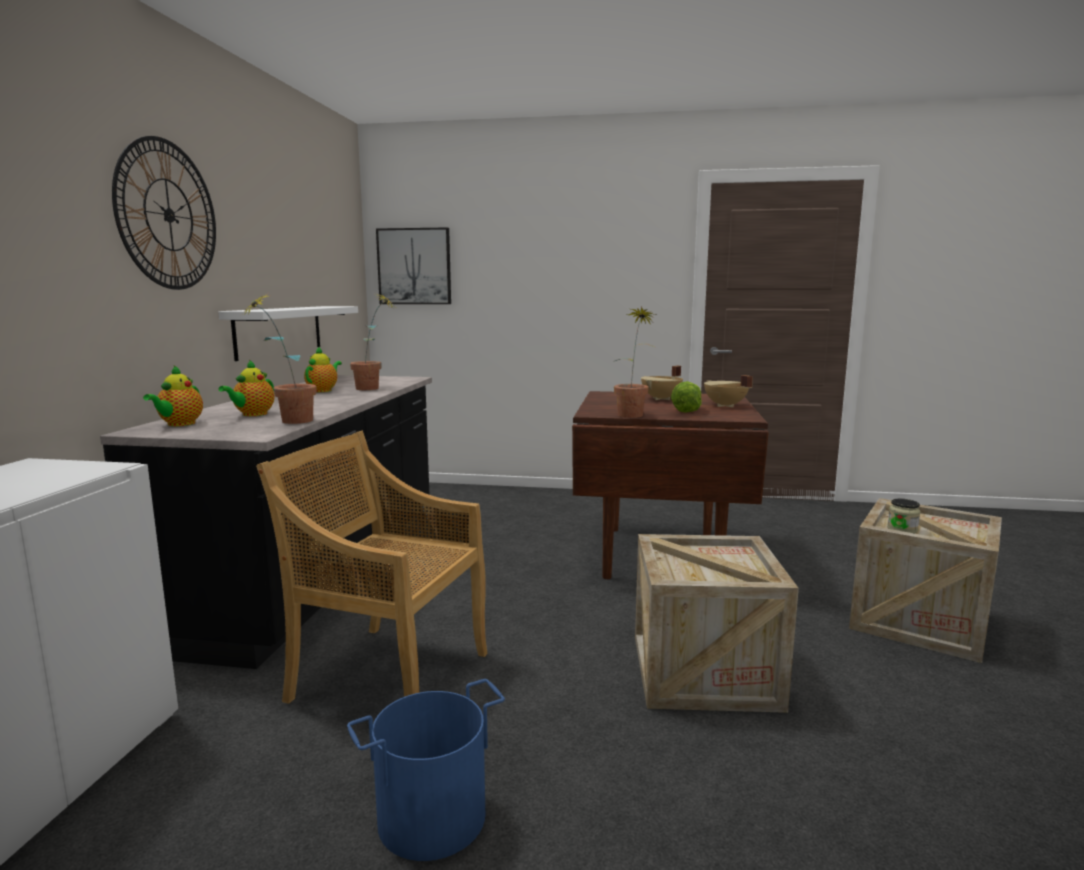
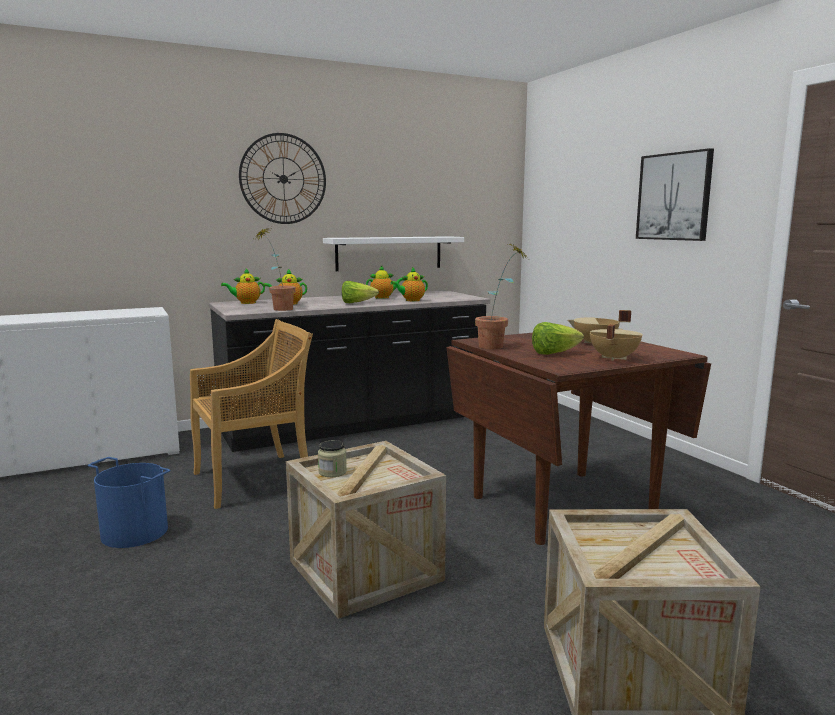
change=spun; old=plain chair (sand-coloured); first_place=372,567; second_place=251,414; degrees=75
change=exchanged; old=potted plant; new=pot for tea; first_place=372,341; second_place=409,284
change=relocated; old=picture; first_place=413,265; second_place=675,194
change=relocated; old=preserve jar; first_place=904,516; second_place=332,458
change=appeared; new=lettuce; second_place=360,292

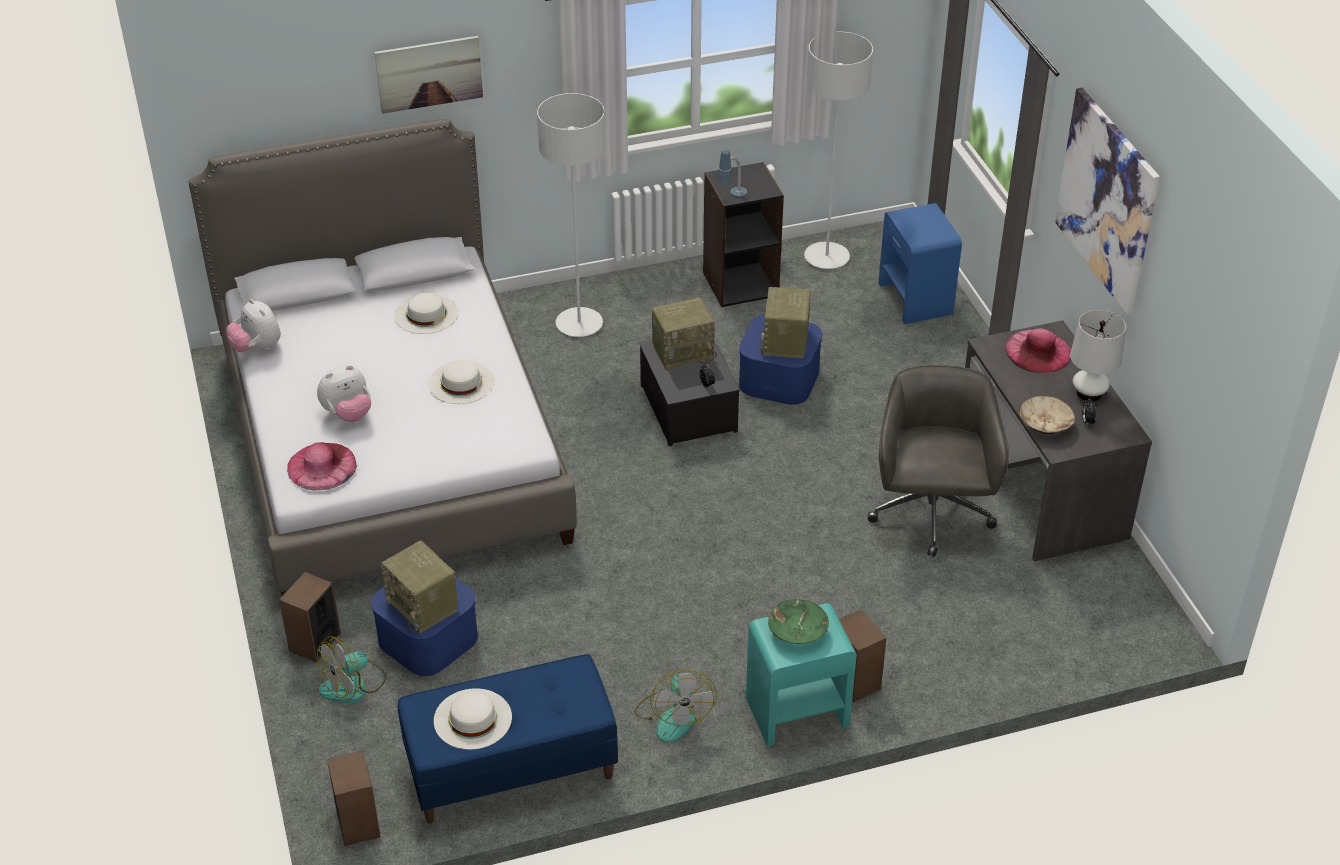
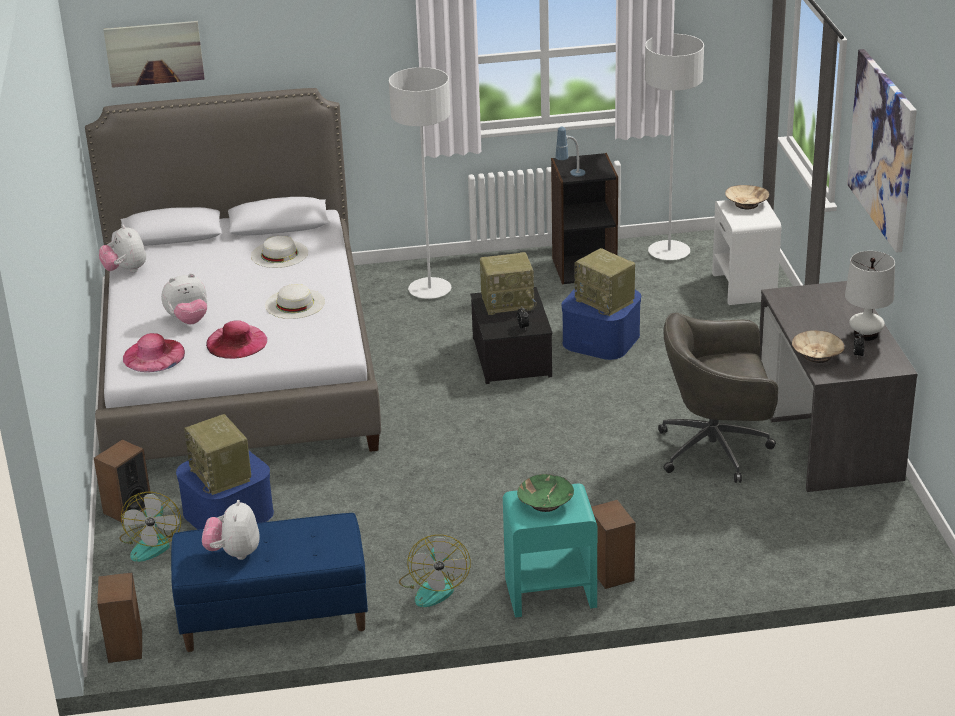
change=spun; old=cooling fan; first_place=351,669; second_place=150,527; degrees=-60
change=relocated; old=picture; first_place=428,75; second_place=154,54
change=exchanged; old=wearable hat (white); new=plush toy; first_place=473,719; second_place=231,530
change=spun; old=radio receiver; first_place=785,322; second_place=605,282; degrees=-60
change=spun; old=computer chair (grey); first_place=938,461; second_place=718,398; degrees=-105
change=colour; old=bedside table (blue); new=bedside table (white); first_place=920,263; second_place=746,252
change=relocated; old=wearable hat (pinkish); first_place=1038,350; second_place=236,339
change=appeared; new=serving bowl (sand-coloured); second_place=747,197

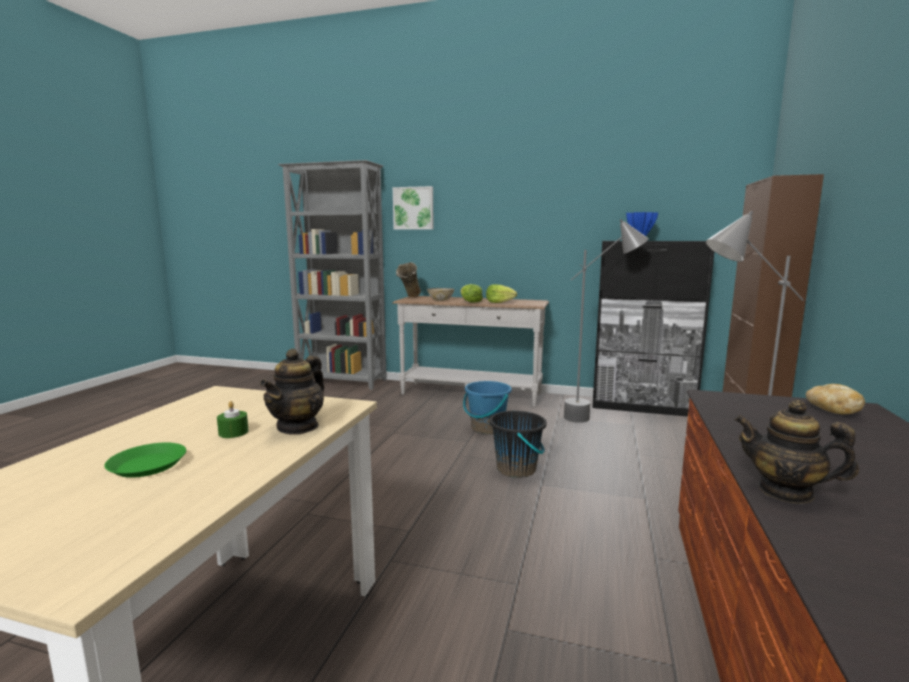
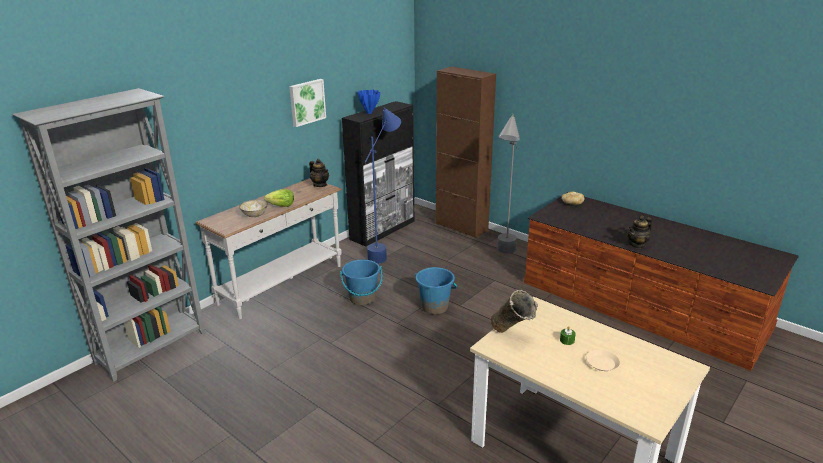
change=colour; old=dinner plate (green); new=dinner plate (sand-coloured); first_place=145,460; second_place=603,360
change=relocated; old=pot for tea; first_place=292,391; second_place=319,173
change=relocated; old=picture; first_place=413,208; second_place=307,103
change=relocated; old=decorative vase (sand-coloured); first_place=408,279; second_place=514,311
change=missing; old=lettuce; first_place=501,293
change=colour; old=water bucket (black); new=water bucket (blue); first_place=518,444; second_place=436,290
change=colour; old=standing lamp (grey); new=standing lamp (blue); first_place=606,321; second_place=383,186

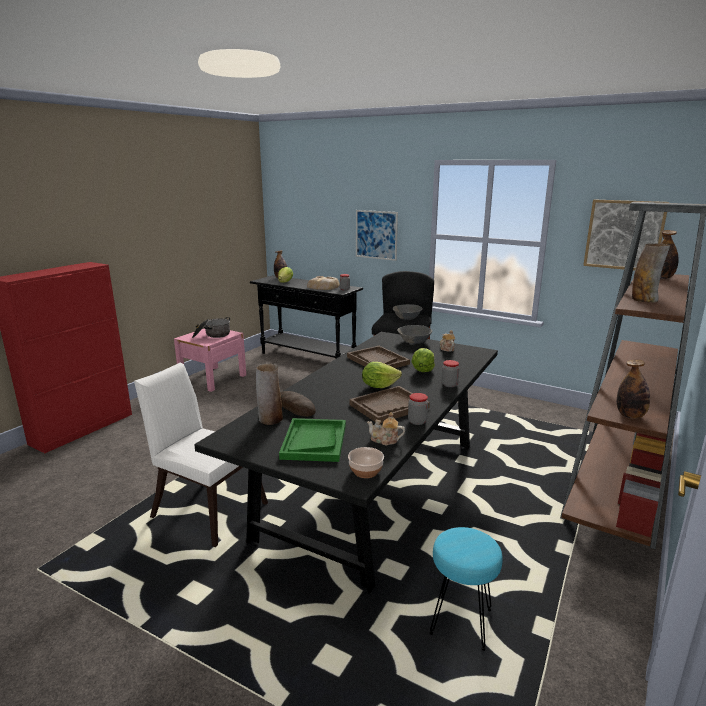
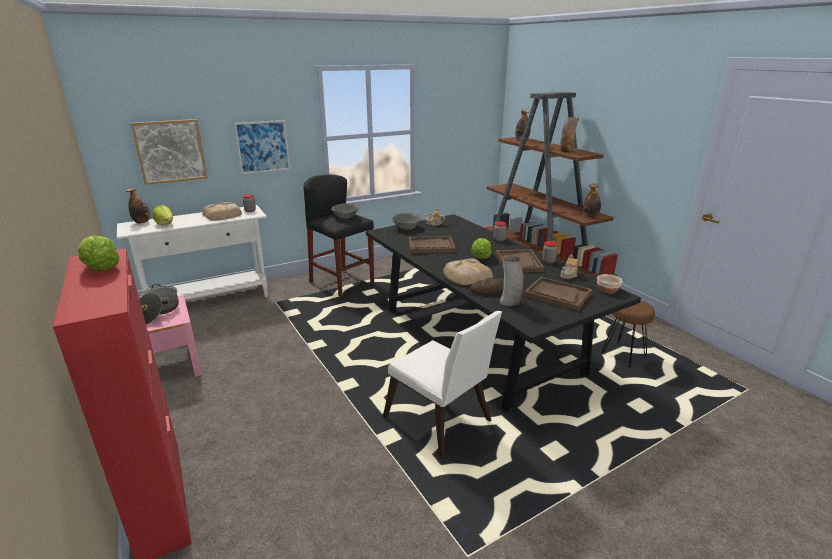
change=spun; old=plain chair (white); first_place=201,455; second_place=442,385; degrees=-105
change=colour; old=hall table (black); new=hall table (white); first_place=306,317; second_place=192,252
change=colour; old=carrying tray (green); new=carrying tray (brown-coloured); first_place=312,440; second_place=558,294
change=relocated; old=lettuce; first_place=423,360; second_place=99,253
change=colour; old=stool (blue-green); new=stool (brown-coloured); first_place=466,589; second_place=628,334
change=relocated; old=picture; first_place=626,235; second_place=169,152
change=appeared; new=bakery bread; second_place=468,271

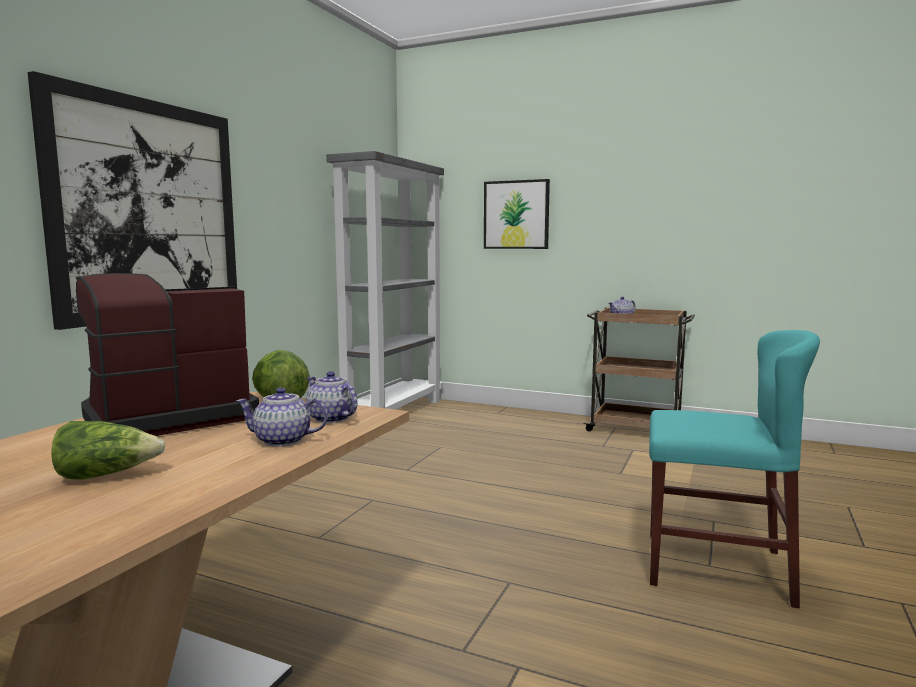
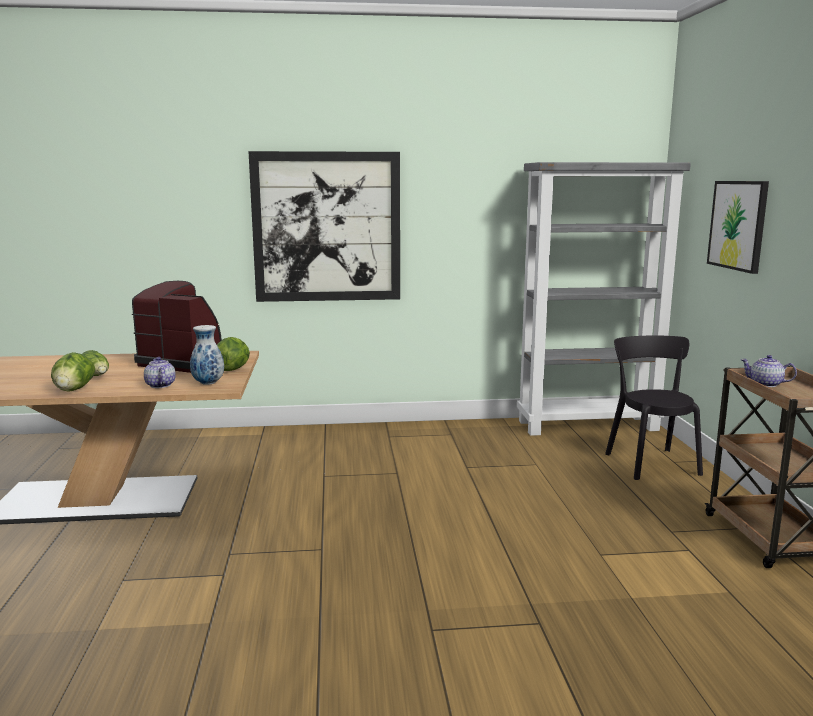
change=exchanged; old=pot for tea; new=decorative vase; first_place=332,397; second_place=207,355
change=missing; old=plain chair (blue-green); first_place=734,469
change=appeared; new=lettuce; second_place=73,372
change=appeared; new=plain chair (black); second_place=654,408

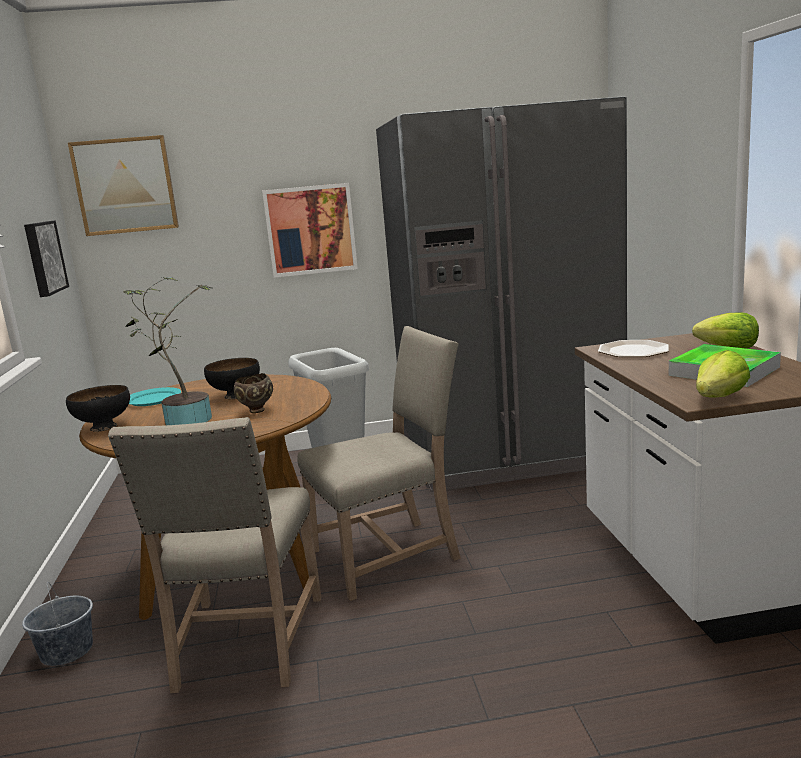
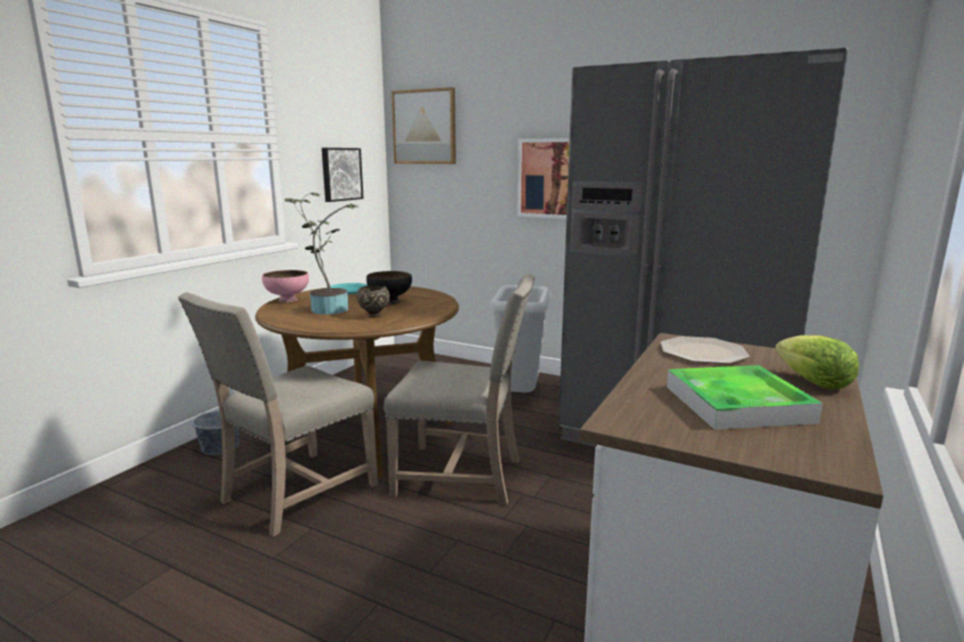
change=colour; old=serving bowl (black); new=serving bowl (pinkish); first_place=98,408; second_place=285,286
change=missing; old=lettuce; first_place=723,374

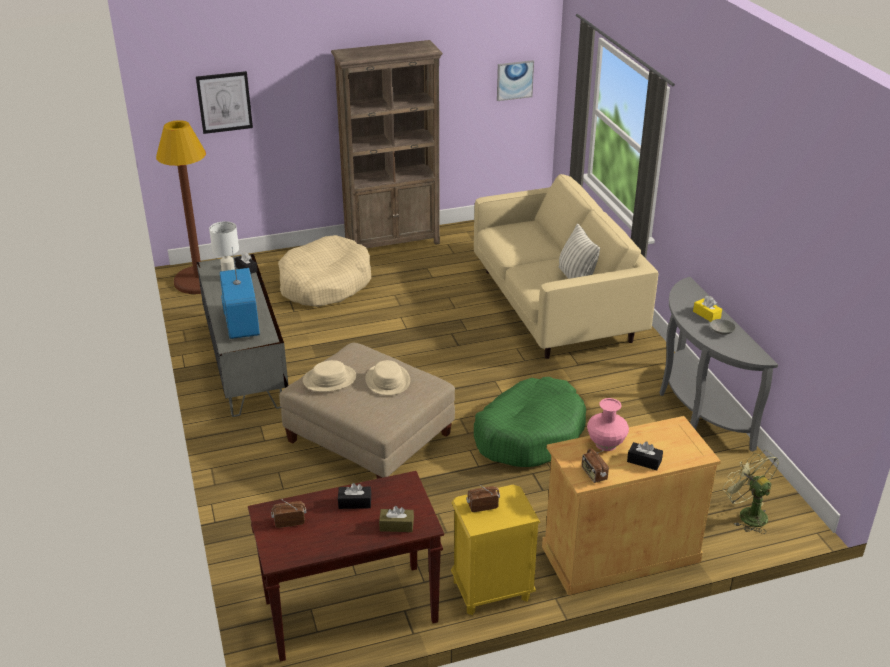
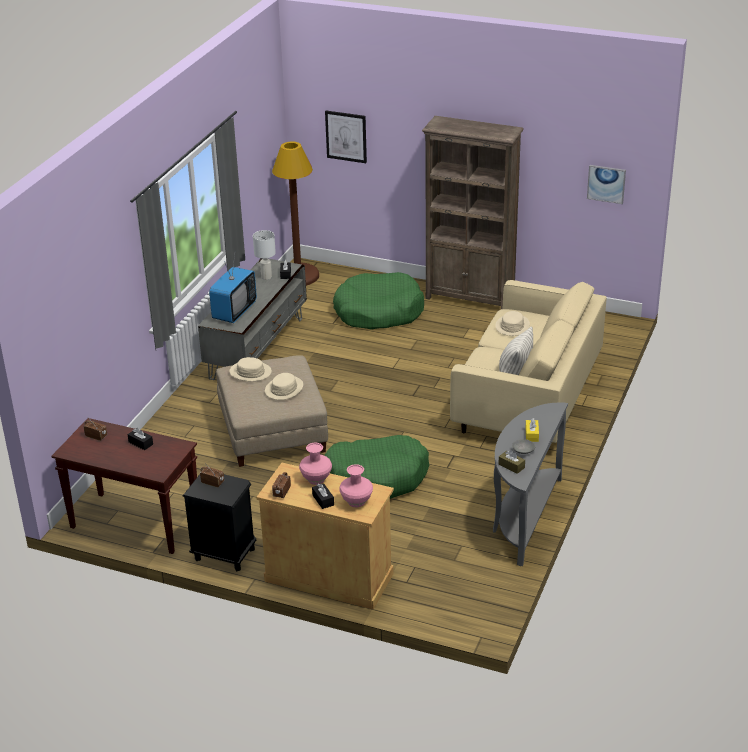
change=colour; old=dog bed (sand-coloured); new=dog bed (green); first_place=324,271; second_place=378,301
change=relocated; old=tissue holder (brown-coloured); first_place=396,519; second_place=512,462
change=colour; old=bedside table (yellow-coloured); new=bedside table (black); first_place=496,550; second_place=219,523
change=missing; old=cooling fan (green); first_place=751,492
change=appeared; new=decorative vase (pinkish); second_place=356,485
change=appeared; new=wearable hat (sand-coloured); second_place=512,323

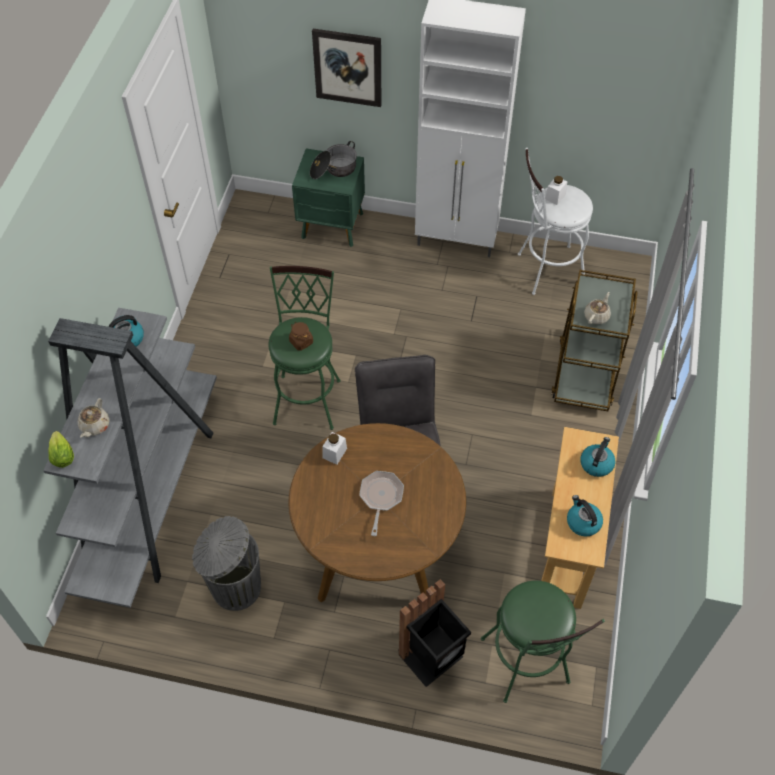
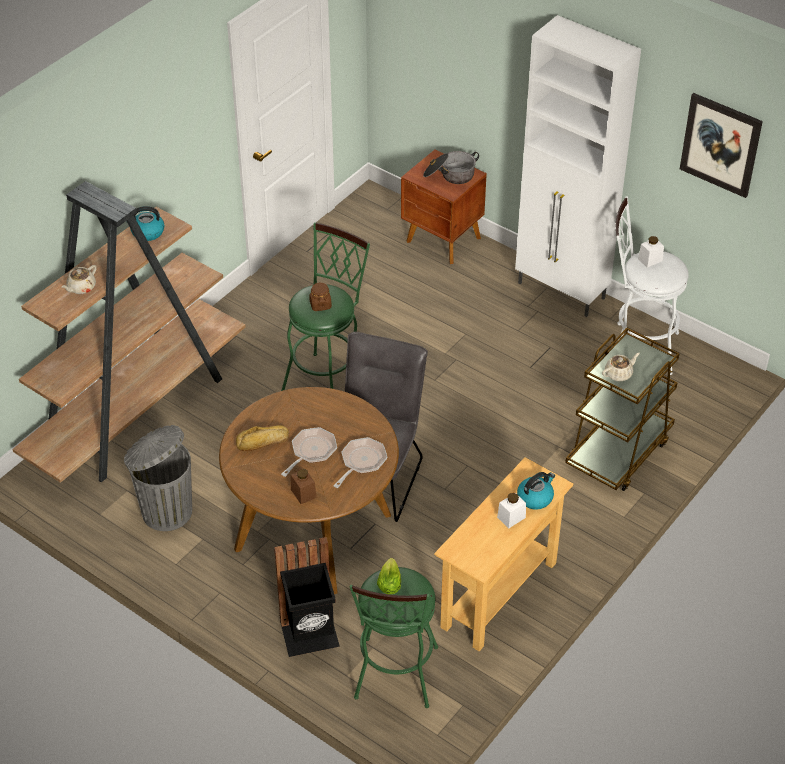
change=colour; old=bookcase (grey); new=bookcase (brown-coloured); first_place=130,458; second_place=129,332
change=relocated; old=lettuce; first_place=61,449; second_place=389,576
change=colour; old=bedside table (green); new=bedside table (brown-coloured); first_place=328,197; second_place=444,207
change=relocated; old=picture; first_place=346,68; second_place=721,145
change=relocated; old=preserve jar (white); first_place=334,448; second_place=511,510
change=missing; old=tea kettle; first_place=585,515
change=appeared; new=bakery bread; second_place=262,438
change=appeared; new=preserve jar (brown-coloured); second_place=304,486
change=appeared; new=frying pan; second_place=360,462

